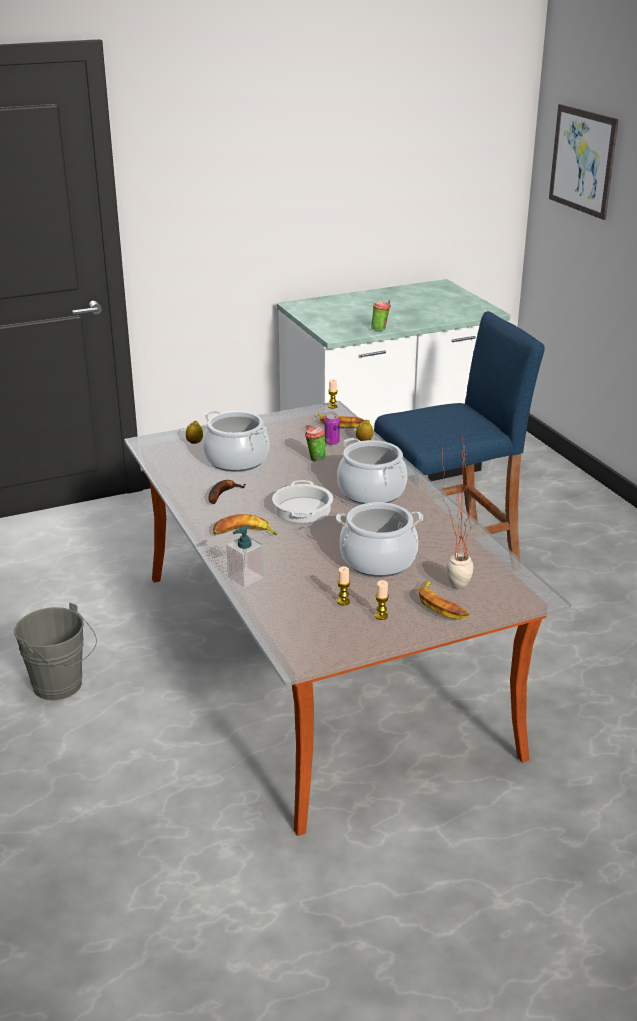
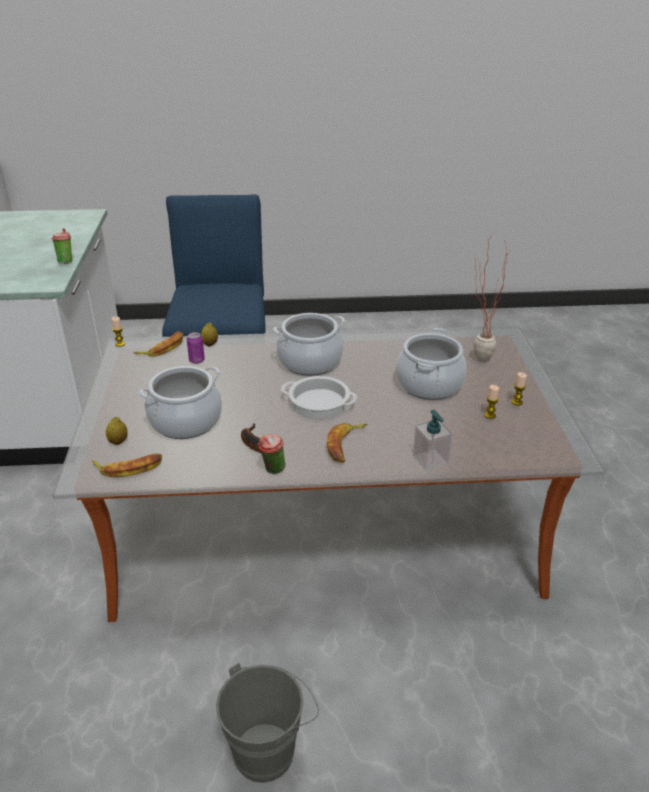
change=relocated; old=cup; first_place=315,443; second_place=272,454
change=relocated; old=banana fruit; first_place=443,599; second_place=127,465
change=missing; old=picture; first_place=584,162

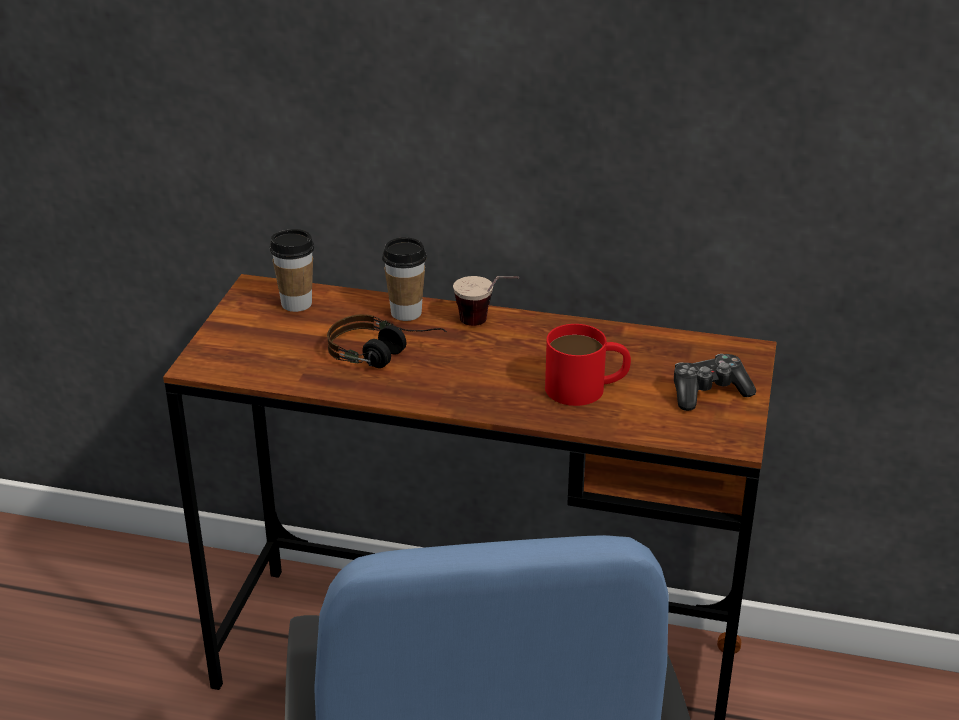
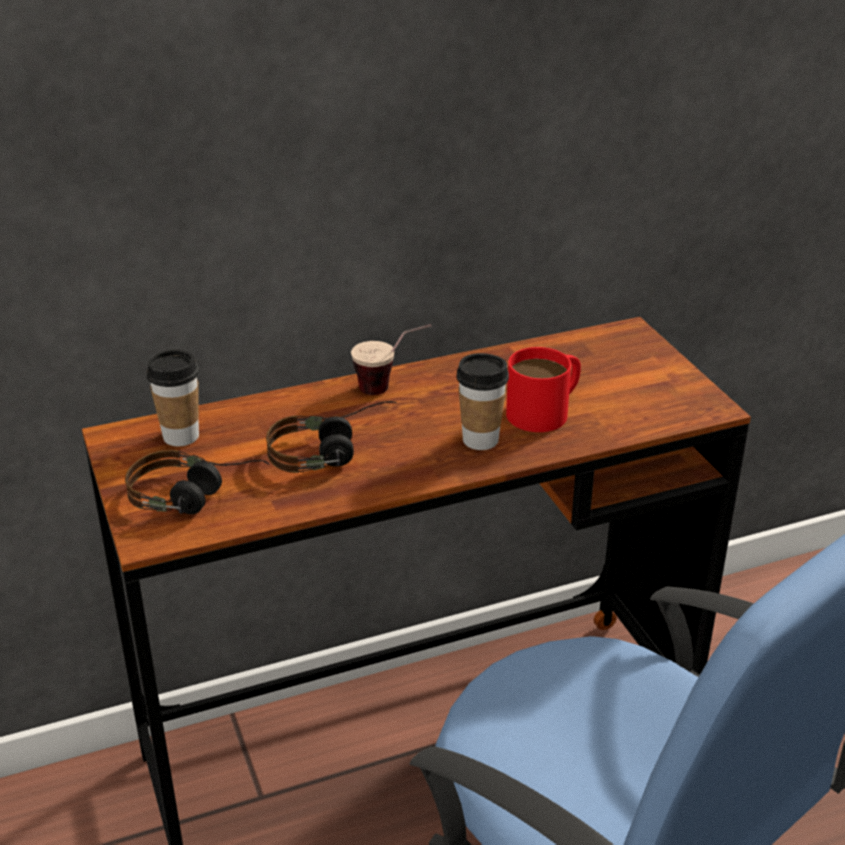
change=relocated; old=cup; first_place=404,279; second_place=483,401
change=missing; old=gamepad; first_place=715,382
change=appeared; new=pair of headphones; second_place=197,482

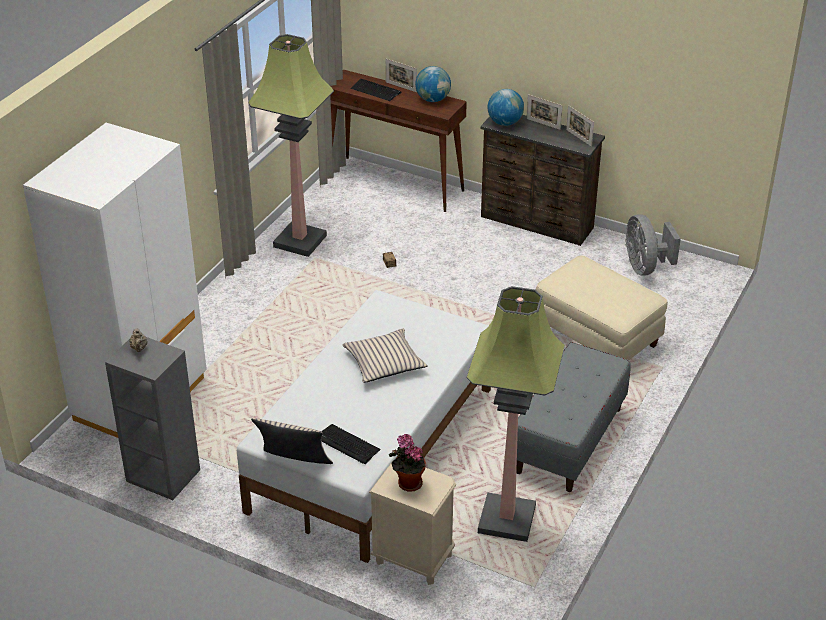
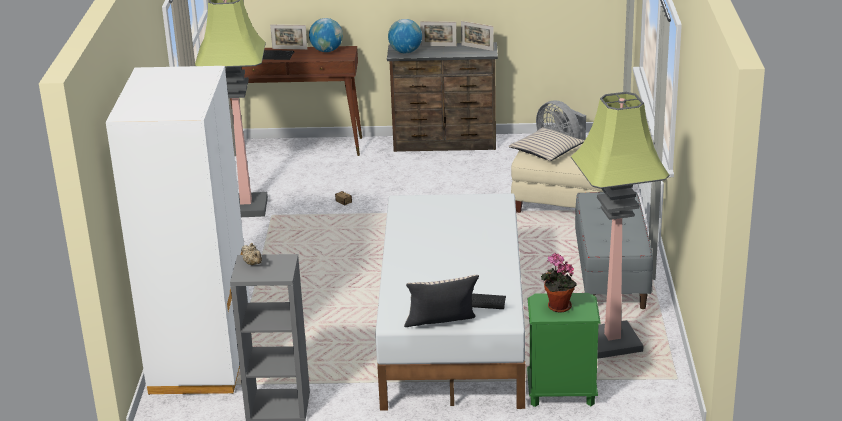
change=relocated; old=pillow (sand-coloured); first_place=385,356; second_place=547,144
change=colour; old=bedside table (sand-coloured); new=bedside table (green); first_place=412,523; second_place=564,350

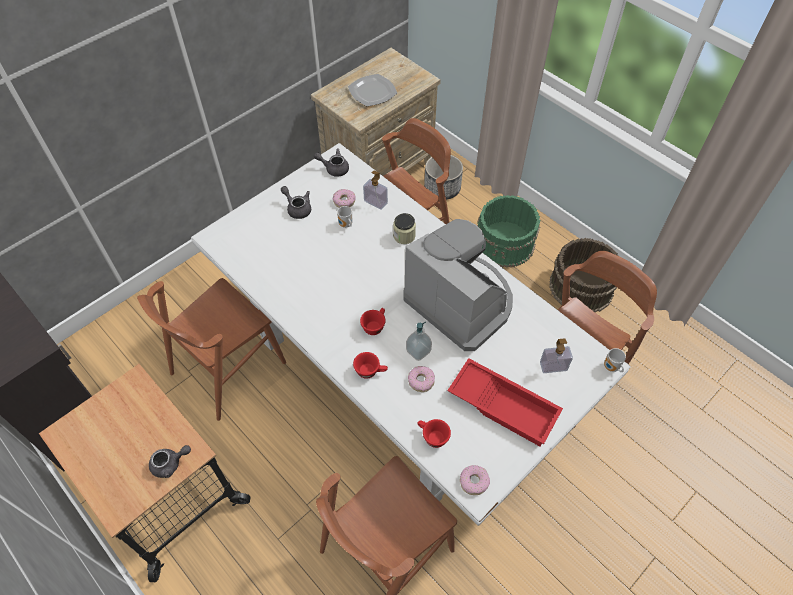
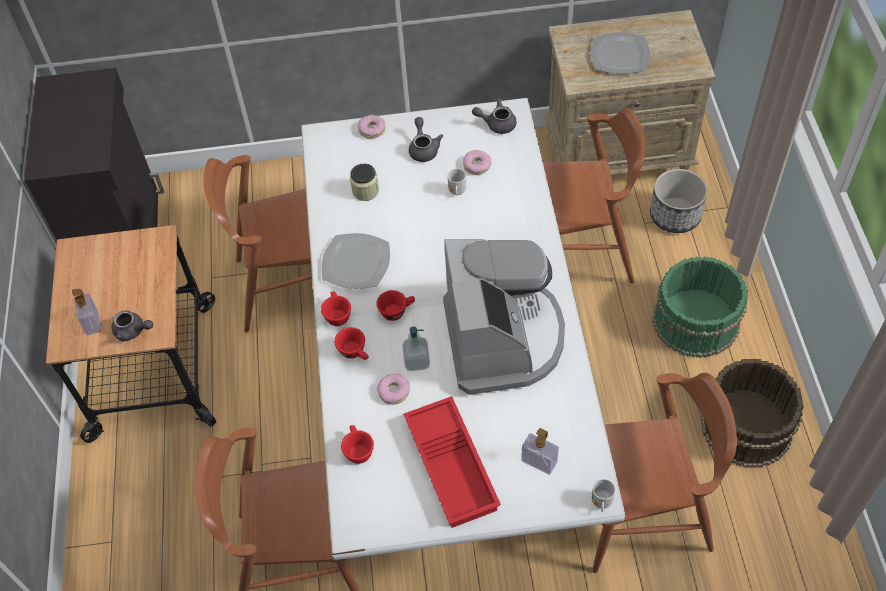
change=spun; old=pot for tea (grey); first_place=331,162; second_place=494,116; degrees=-45
change=relocated; old=soap dispenser; first_place=375,190; second_place=87,312
change=relocated; old=preserve jar; first_place=404,228; second_place=364,182
change=relocated; old=donut; first_place=475,480; second_place=372,127
change=appeared; new=cup (reddish); second_place=336,309
change=appeared; new=dinner plate; second_place=356,261

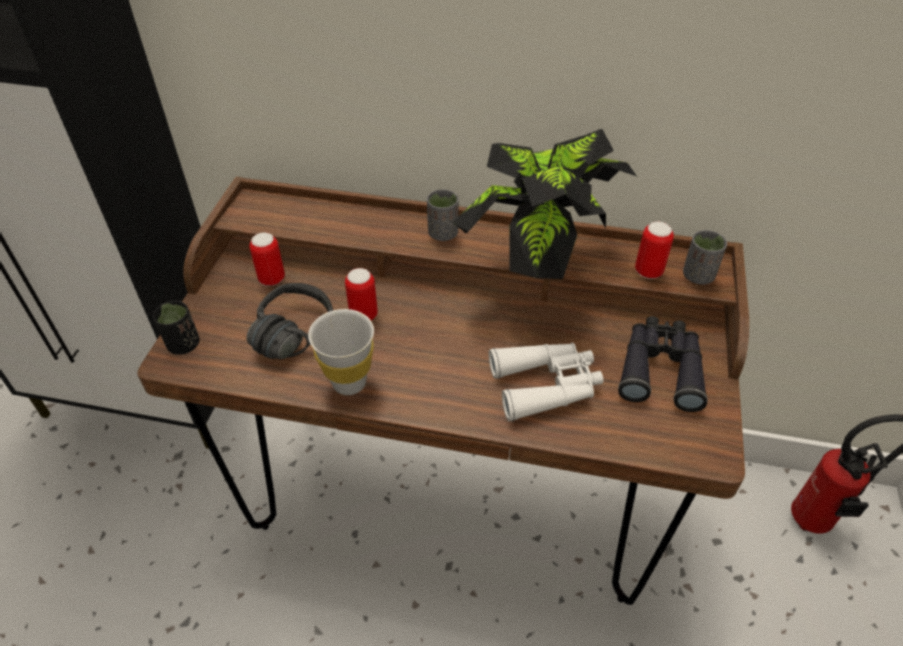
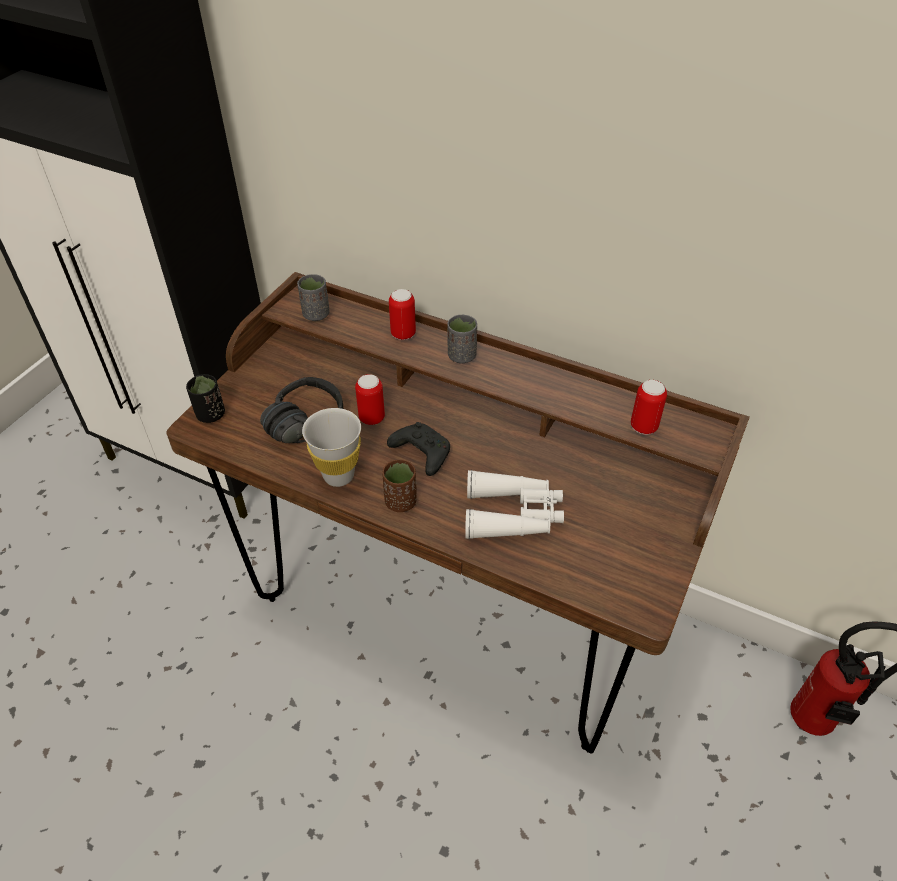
change=relocated; old=metal can; first_place=267,259; second_place=402,314
change=missing; old=potted plant; first_place=544,204
change=missing; old=field glasses (black); first_place=663,364
change=relocated; old=cup (grey); first_place=705,257; second_place=313,297
change=appeared; new=cup (brown-coloured); second_place=399,486
change=appeared; new=gamepad (black); second_place=418,449

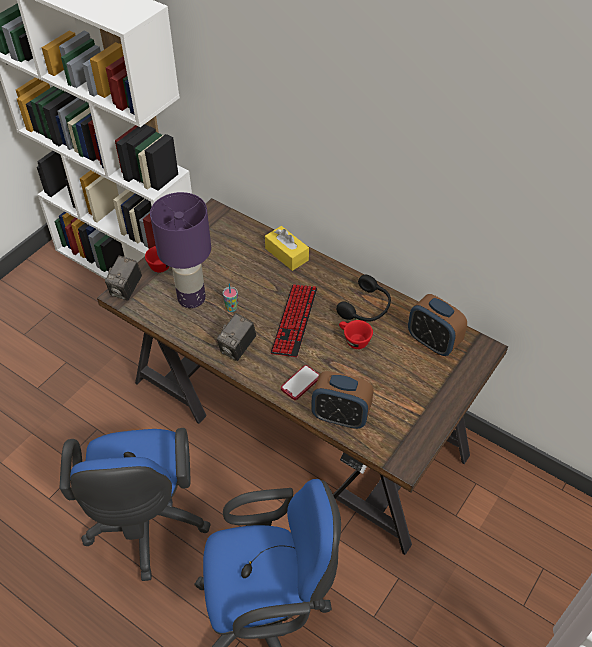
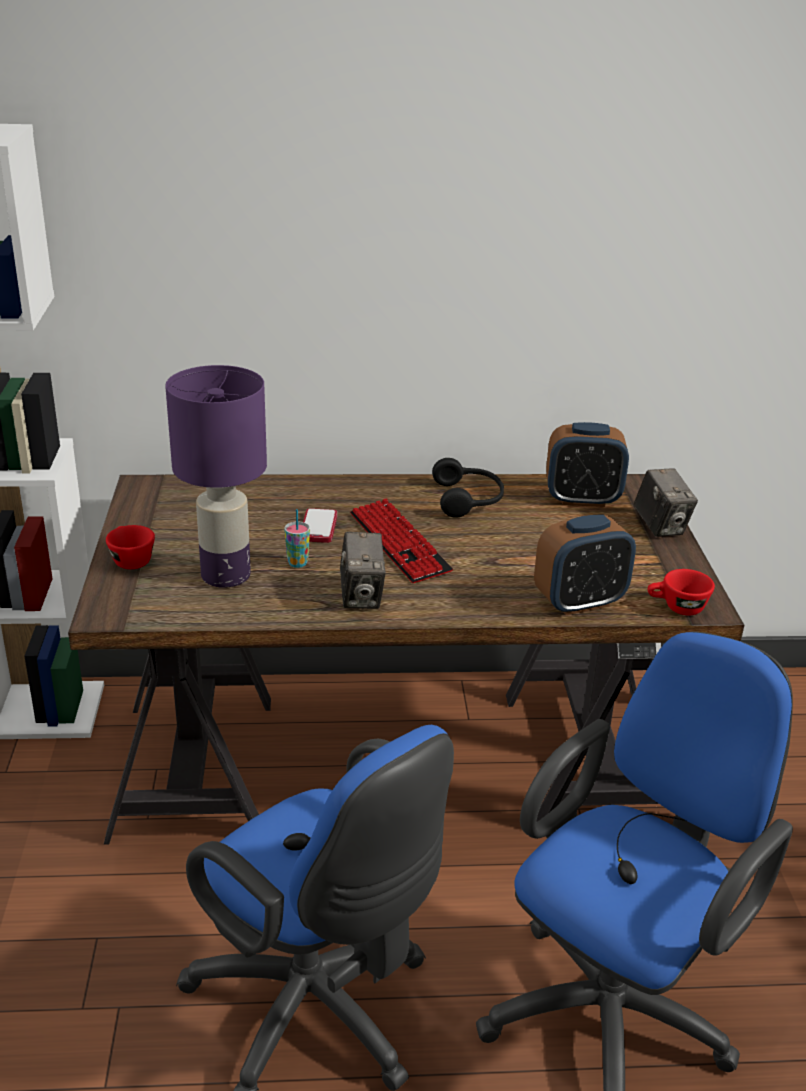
change=relocated; old=photo camera; first_place=123,278; second_place=665,502
change=missing; old=tissue holder (yellow-coloured); first_place=287,248
change=relocated; old=handset; first_place=300,382; second_place=320,525
change=relocated; old=cup (reddish); first_place=356,334; second_place=681,592

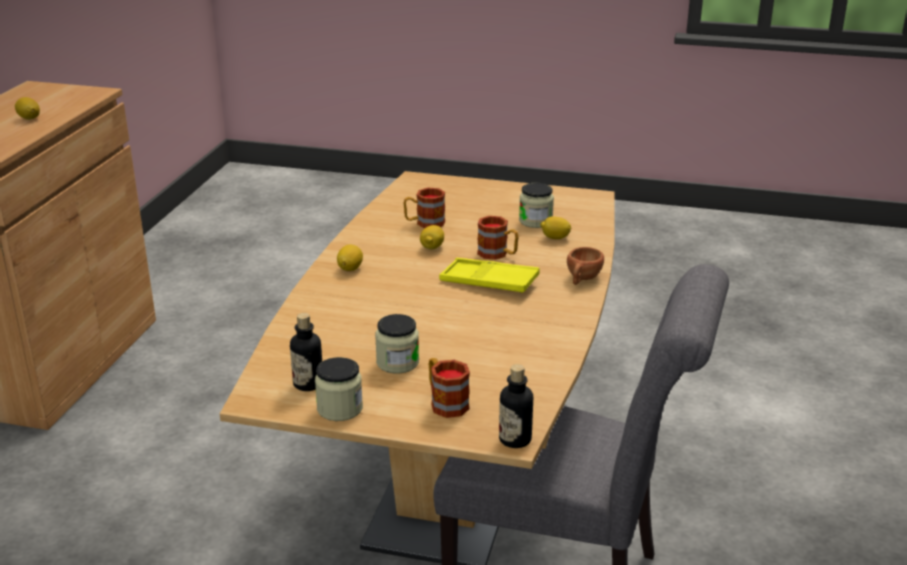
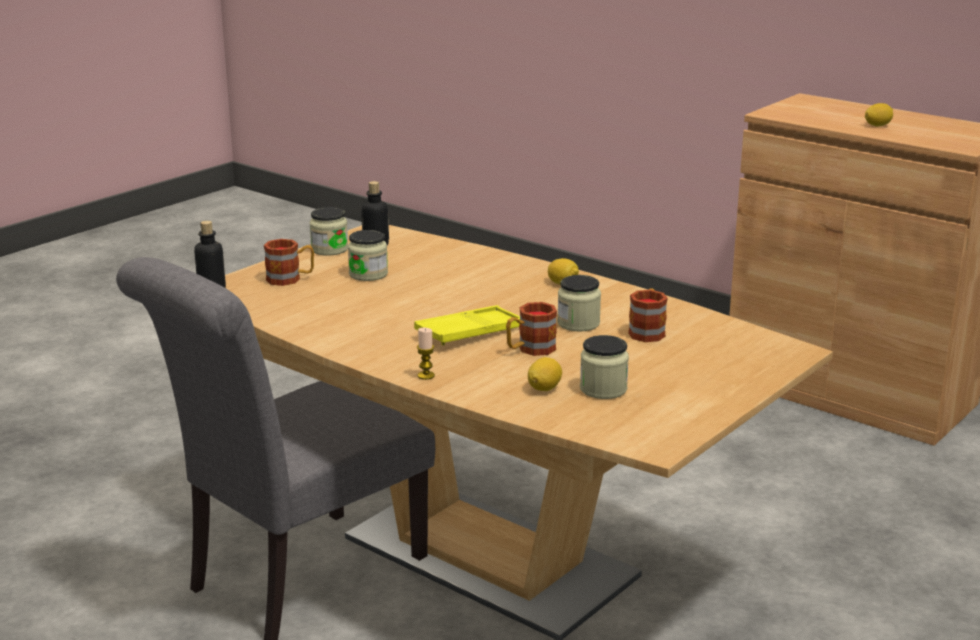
change=exchanged; old=citrus fruit; new=preserve jar; first_place=432,237; second_place=579,303
change=exchanged; old=cup (brown-coloured); new=wax candle; first_place=585,266; second_place=426,354

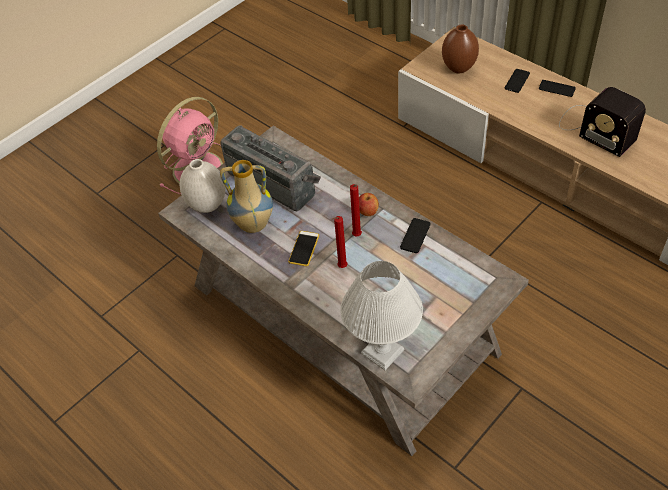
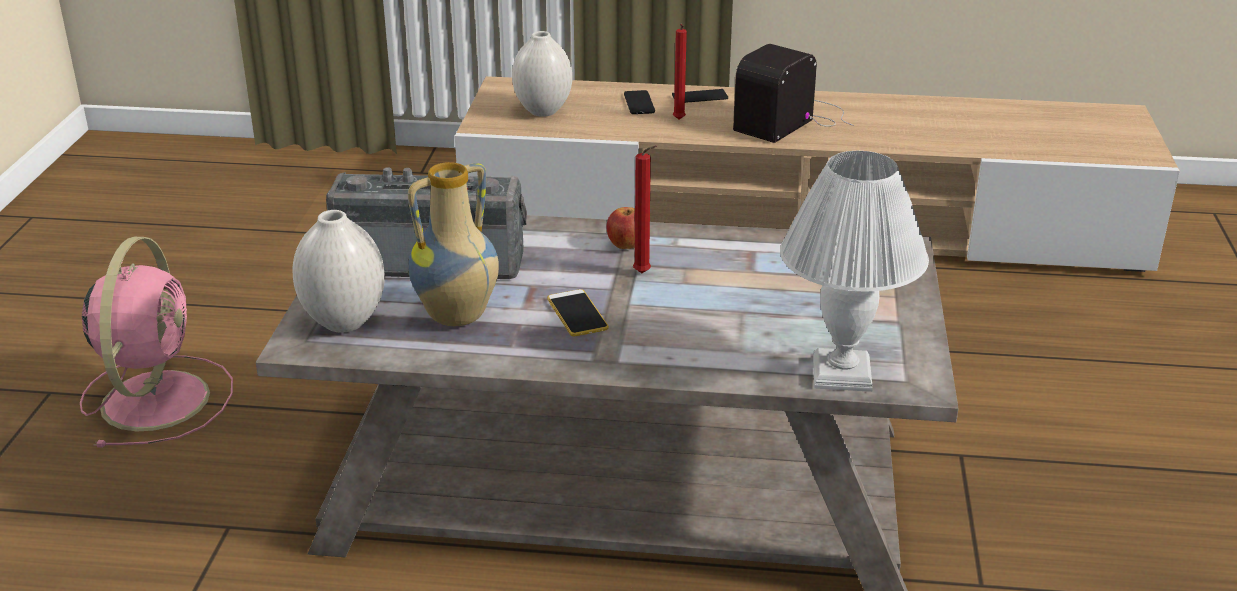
change=relocated; old=wax candle (reddish); first_place=339,242; second_place=680,72
change=missing; old=handset; first_place=415,235
change=colour; old=decorative vase (brown-coloured); new=decorative vase (white); first_place=460,49; second_place=542,74
change=spun; old=radio receiver; first_place=602,122; second_place=793,93; degrees=120

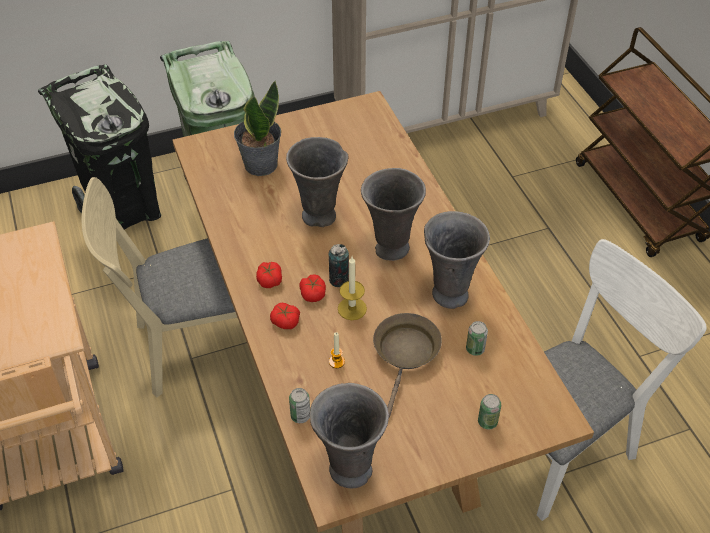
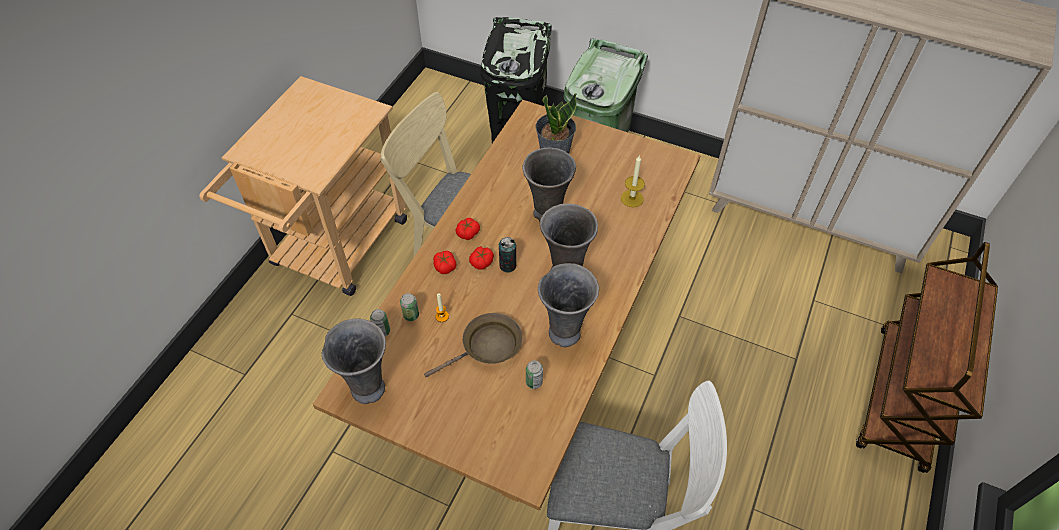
change=relocated; old=wax candle; first_place=352,288; second_place=633,181
change=relocated; old=metal can; first_place=489,411; second_place=409,307

